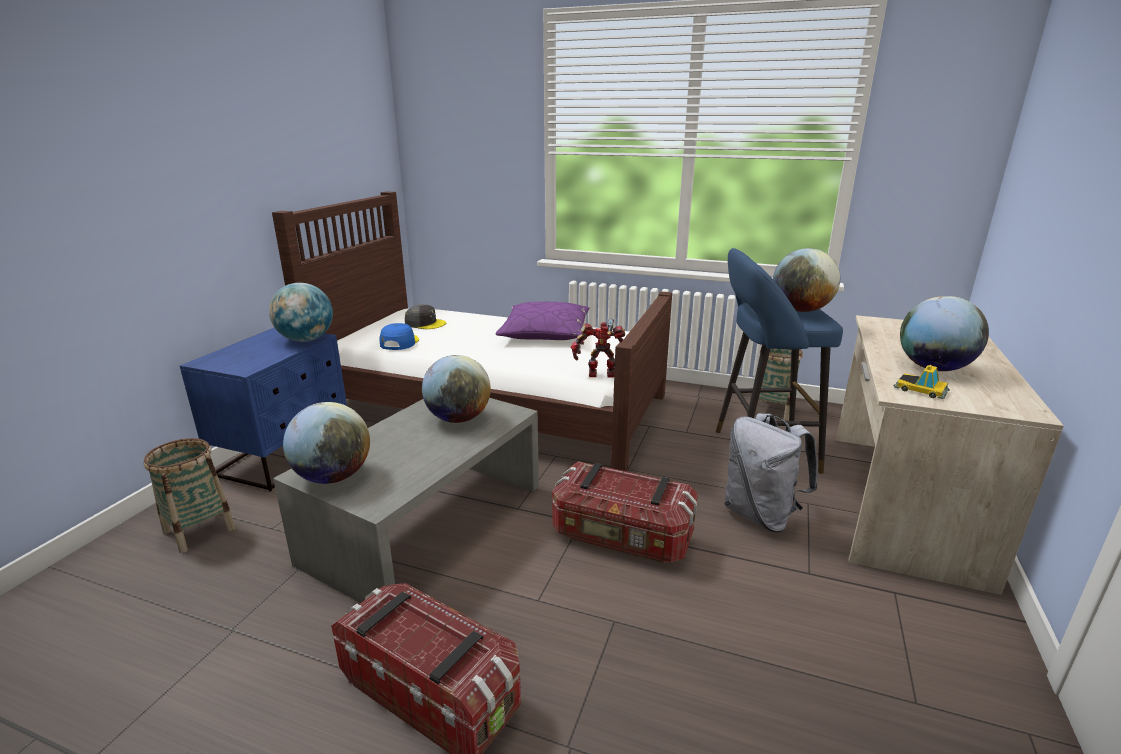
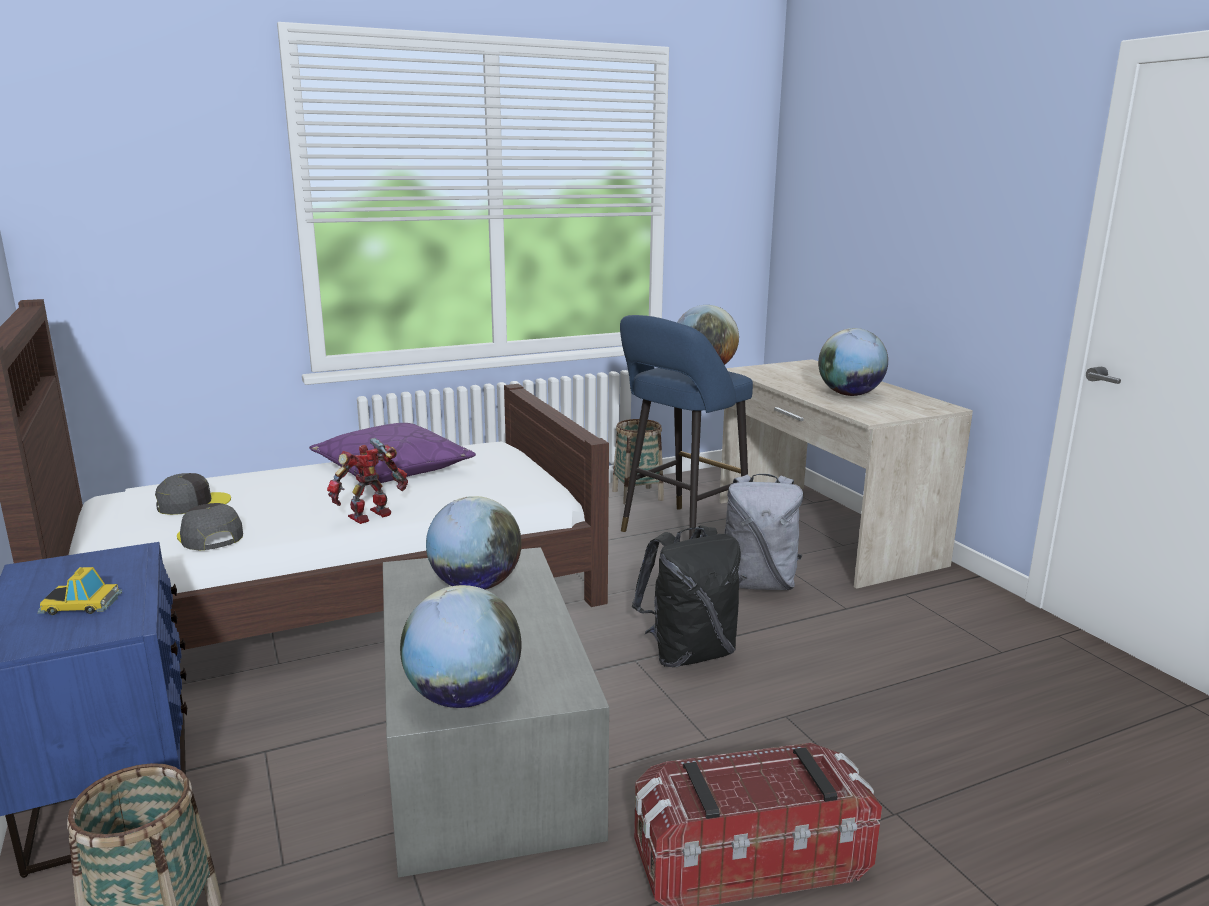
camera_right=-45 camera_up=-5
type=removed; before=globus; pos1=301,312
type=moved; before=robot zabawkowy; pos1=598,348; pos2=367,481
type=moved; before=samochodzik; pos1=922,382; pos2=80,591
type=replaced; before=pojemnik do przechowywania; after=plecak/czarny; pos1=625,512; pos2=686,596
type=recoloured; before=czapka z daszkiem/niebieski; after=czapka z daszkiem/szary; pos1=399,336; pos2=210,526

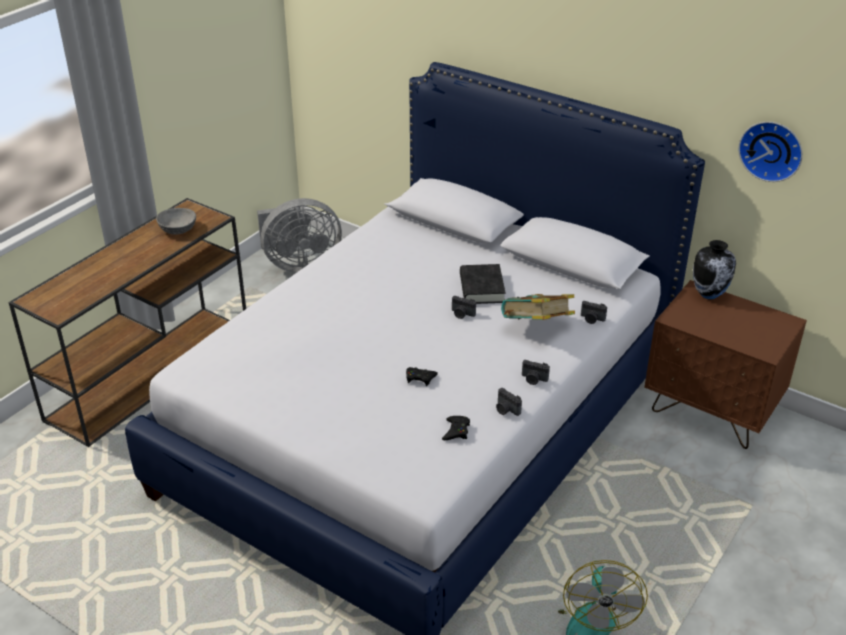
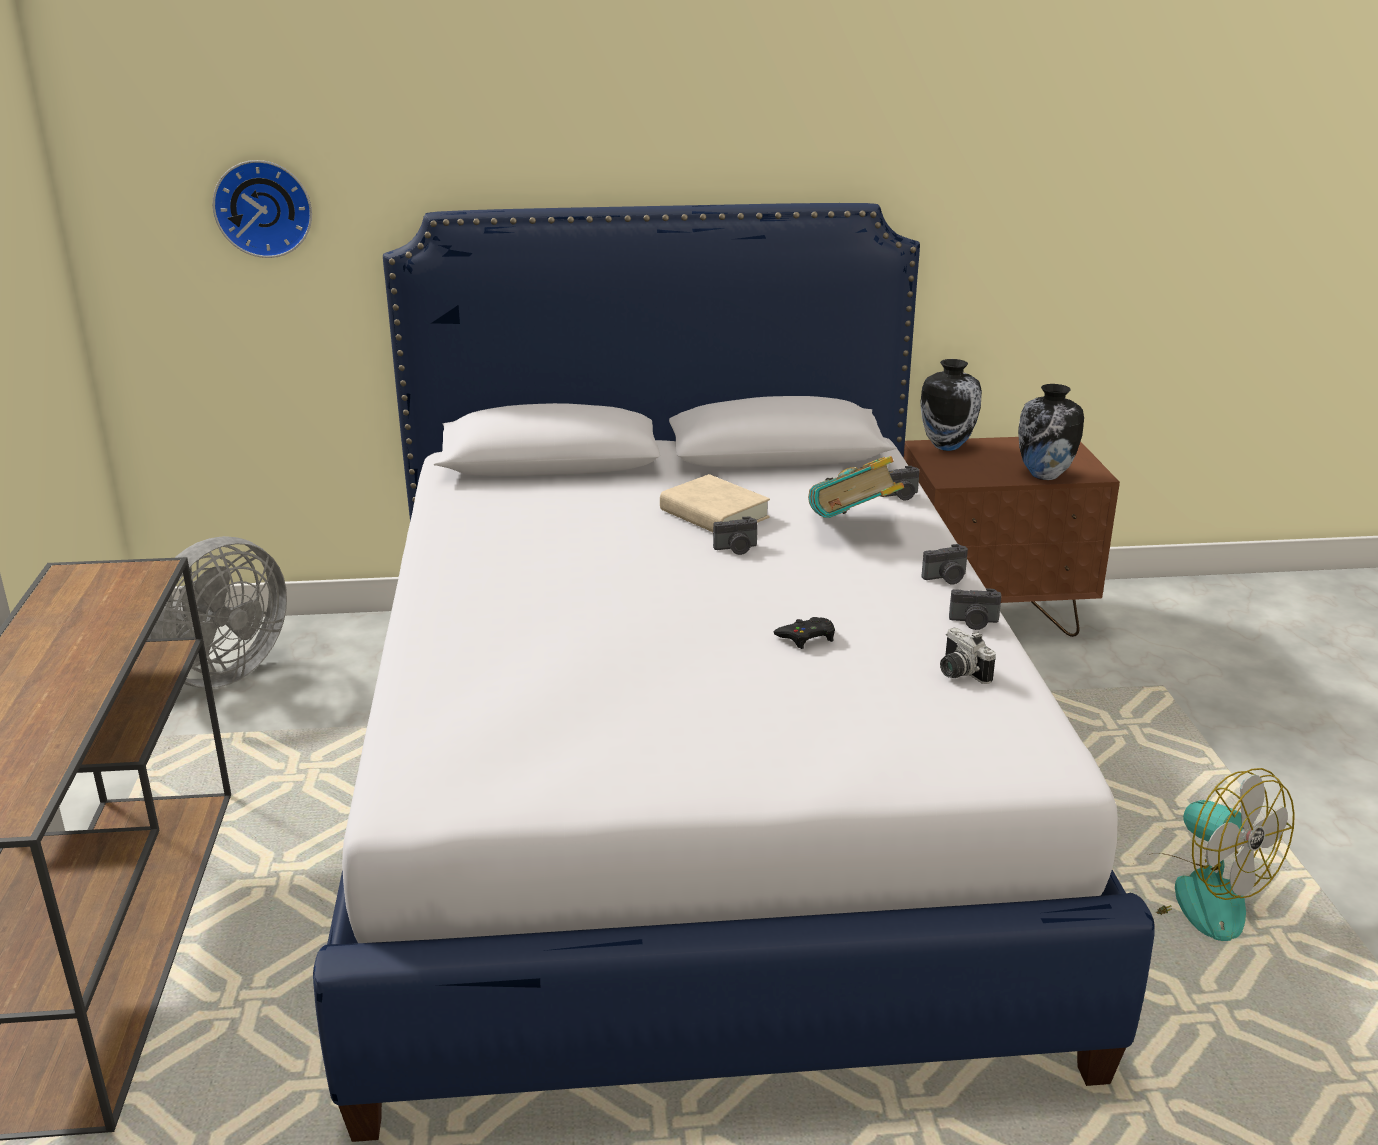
camera_right=-40 camera_up=-10
type=removed; before=miska/szary; pos1=176,221
type=added; after=wazon; pos2=1051,432
type=moved; before=zegar ścienny; pos1=770,152; pos2=262,209
type=replaced; before=pad do gier/czarny; after=aparat fotograficzny; pos1=456,428; pos2=968,656
type=recoloured; before=książka/czarny; after=książka/beżowy; pos1=483,284; pos2=715,503

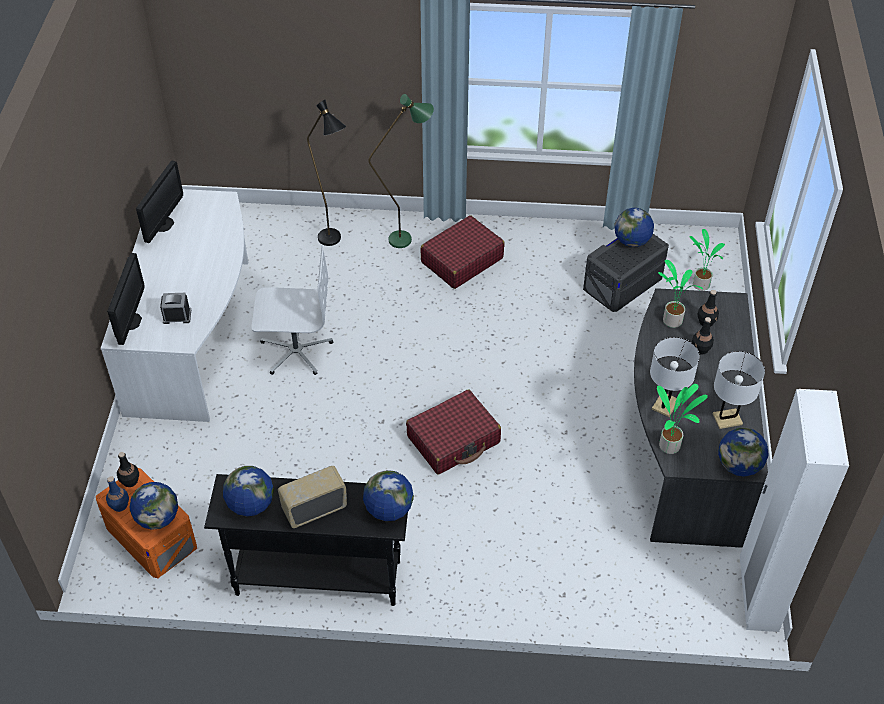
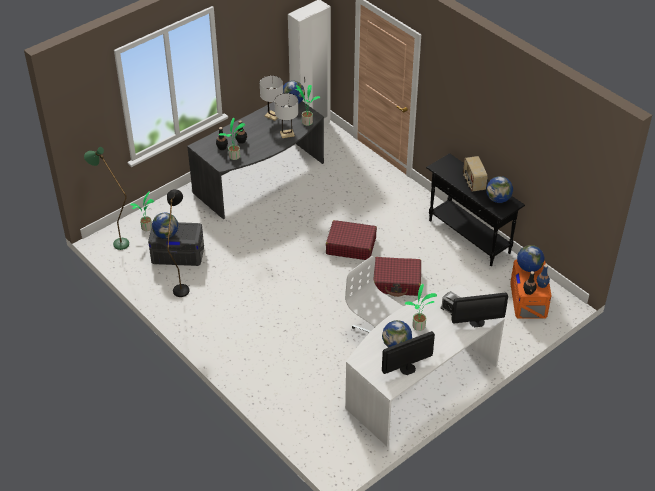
camera_right=-135 camera_up=-5
type=added; after=roślina doniczkowa; pos2=420,307
type=moved; before=lampa stojąca/czarny; pos1=326,173; pos2=178,243
type=moved; before=globus; pos1=388,495; pos2=397,333
type=moved; before=lampa stojąca/zielony; pos1=401,171; pos2=106,198
type=moved; before=walizka/czerwony; pos1=462,252; pos2=397,277
type=turned; before=monitor; pos1=126,299; pos2=480,310; turn=-150
type=turned; before=radio; pos1=312,497; pos2=475,174; turn=60

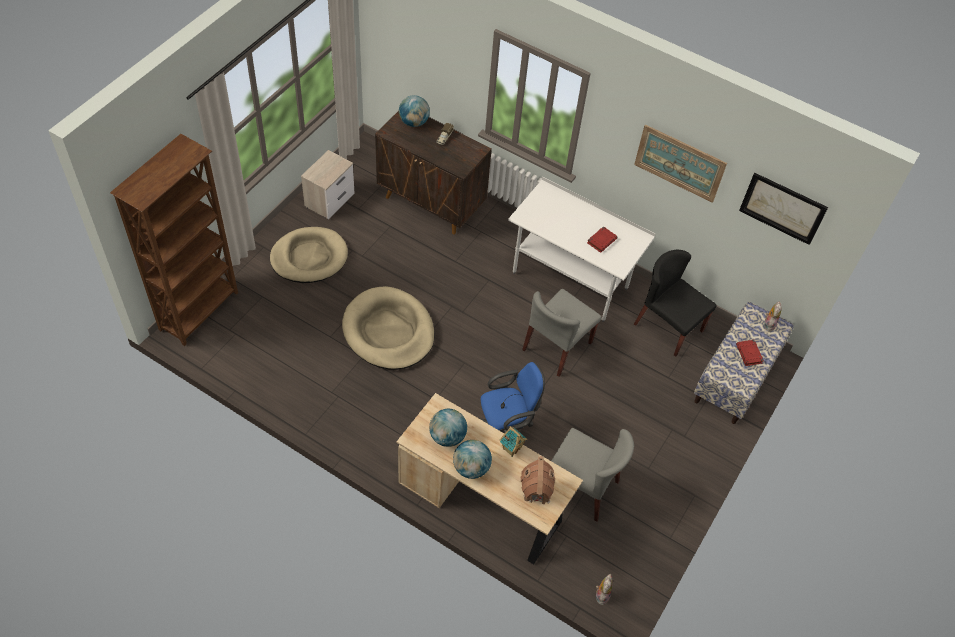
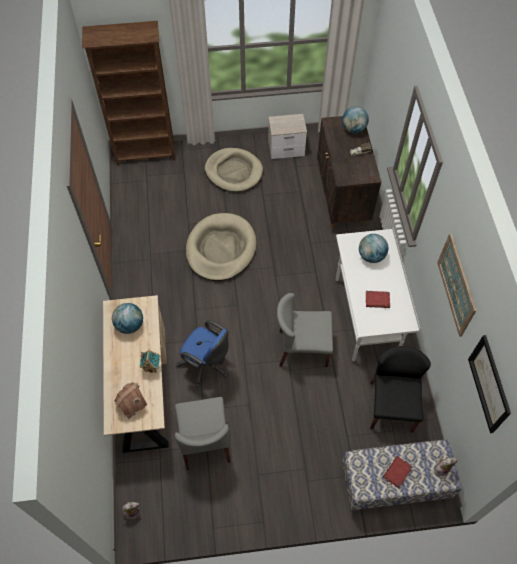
camera_right=55 camera_up=5
type=moved; before=globus; pos1=472,459; pos2=373,248

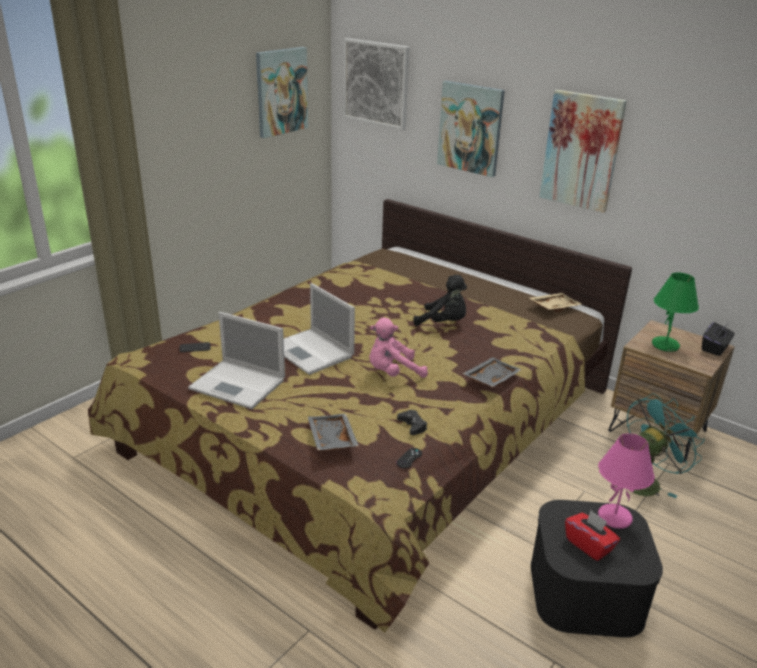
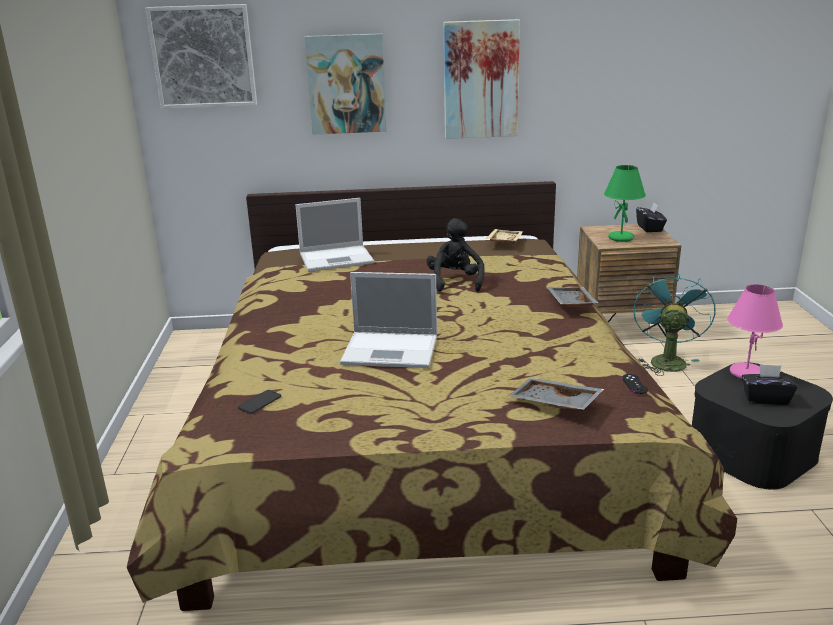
camera_right=-40 camera_up=-5
type=removed; before=obraz; pos1=282,92
type=removed; before=pluszak/różowy; pos1=398,348
type=removed; before=pad do gier/czarny; pos1=412,422
type=moved; before=laptop; pos1=236,360; pos2=335,234
type=recoloured; before=pudełko chusteczek/czerwony; after=pudełko chusteczek/czarny; pos1=592,535; pos2=770,384
type=turned; before=pluszak/czarny; pos1=440,300; pos2=456,254; turn=-75

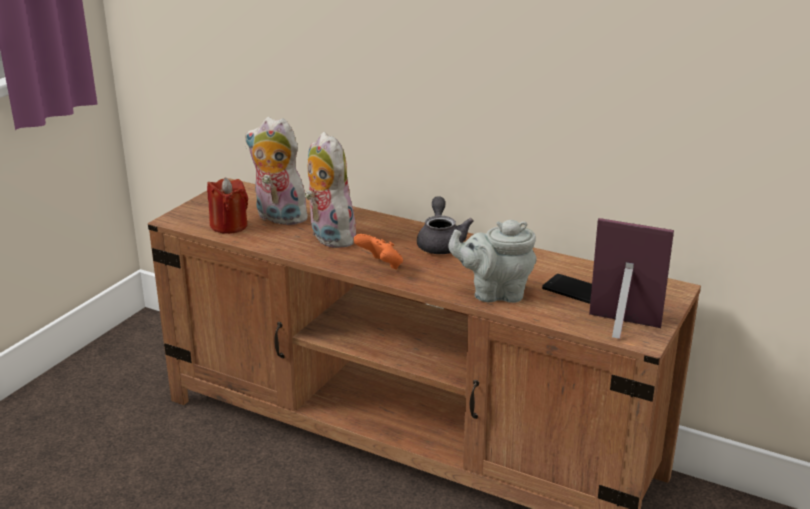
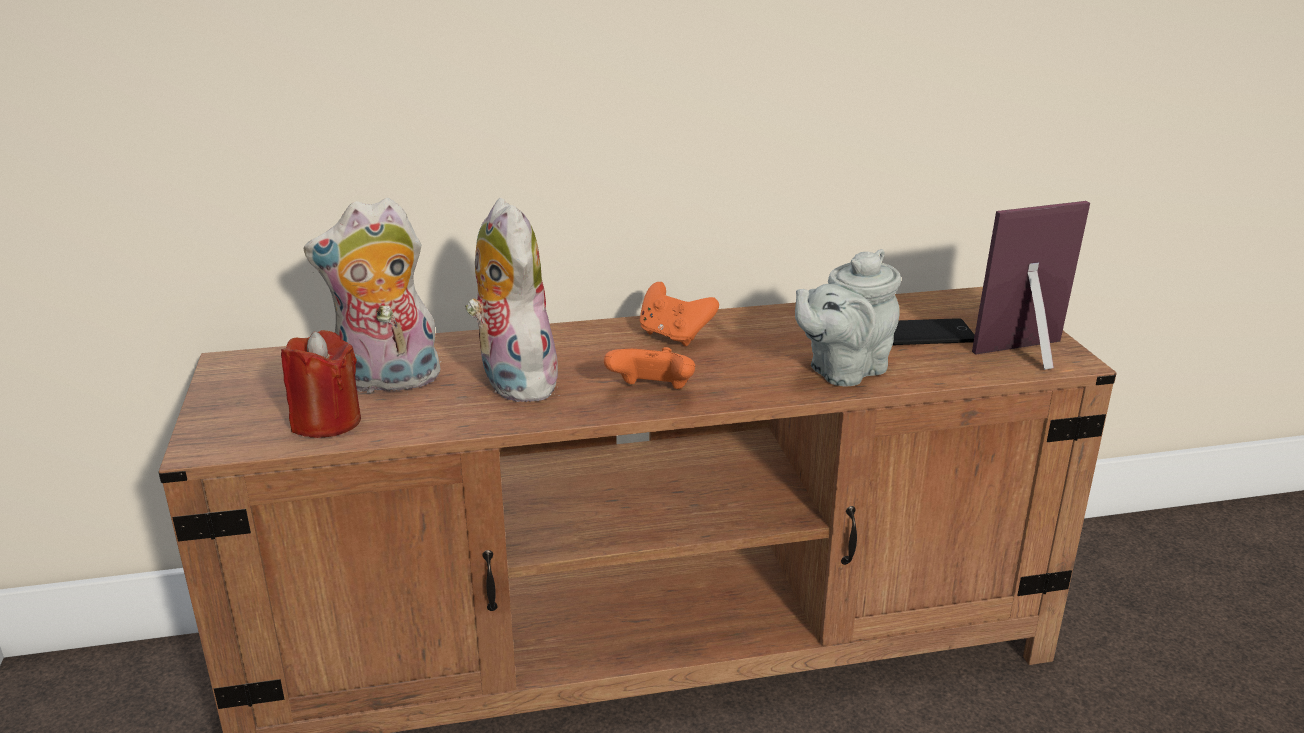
camera_right=-40 camera_up=0
type=replaced; before=imbryk/szary; after=pad do gier/pomarańczowy; pos1=445,225; pos2=679,314
type=turned; before=pluszak; pos1=330,190; pos2=513,300; turn=45

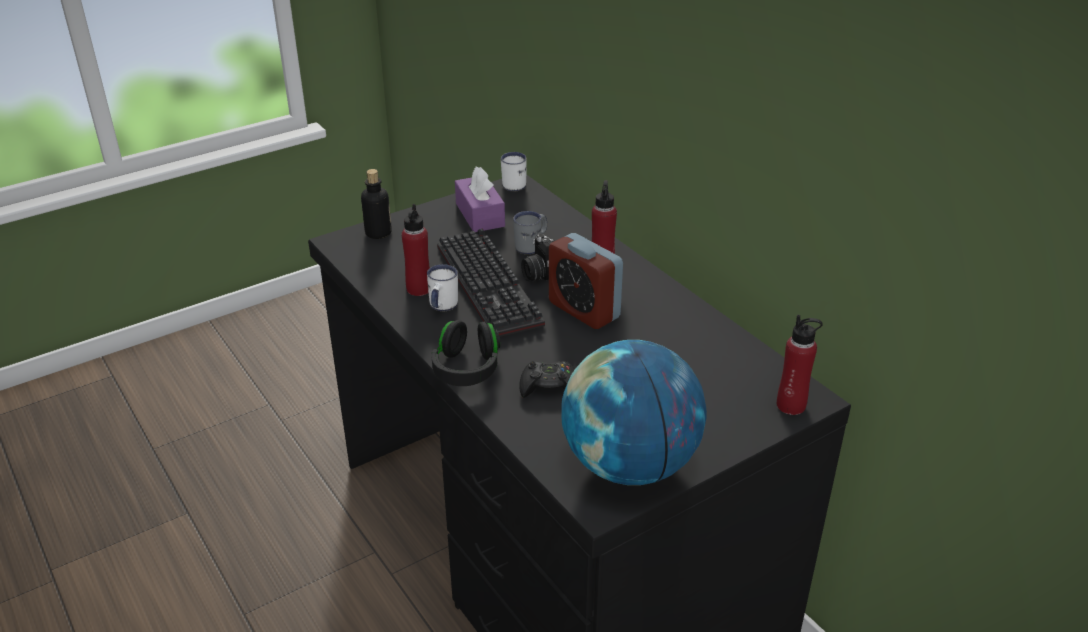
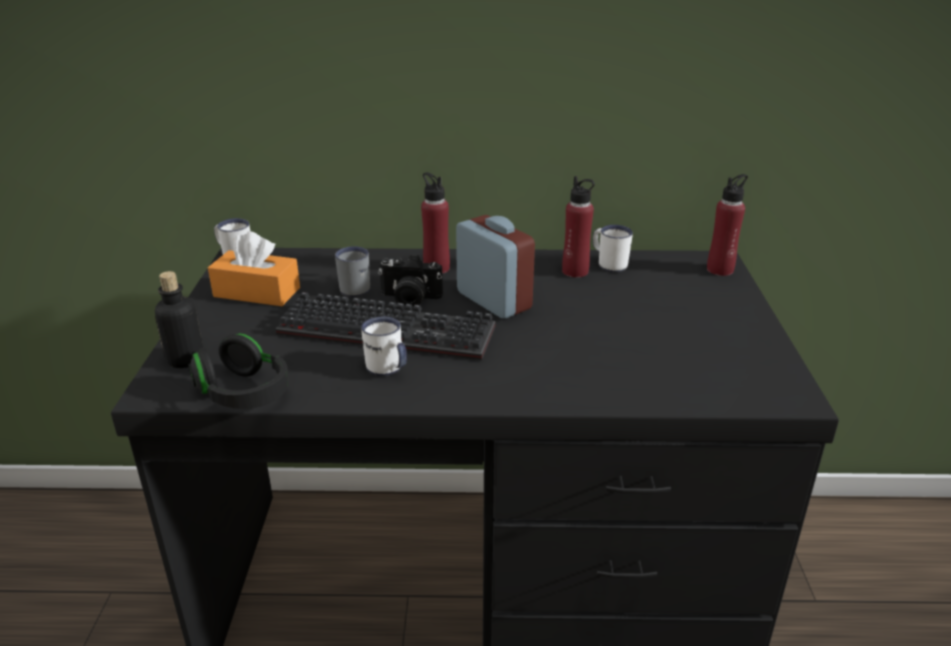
camera_right=-55 camera_up=-5
type=removed; before=pad do gier/czarny; pos1=547,379
type=removed; before=globus; pos1=634,412
type=added; after=kubek/biały; pos2=613,248
type=moved; before=butelka/czerwony; pos1=416,250; pos2=578,227
type=moved; before=słuchawki/czarny; pos1=466,353; pos2=238,371
type=recoloured; before=pudełko chusteczek/fioletowy; after=pudełko chusteczek/pomarańczowy; pos1=480,199; pos2=254,268
type=turned; before=budzik; pos1=586,281; pos2=495,267; turn=-120

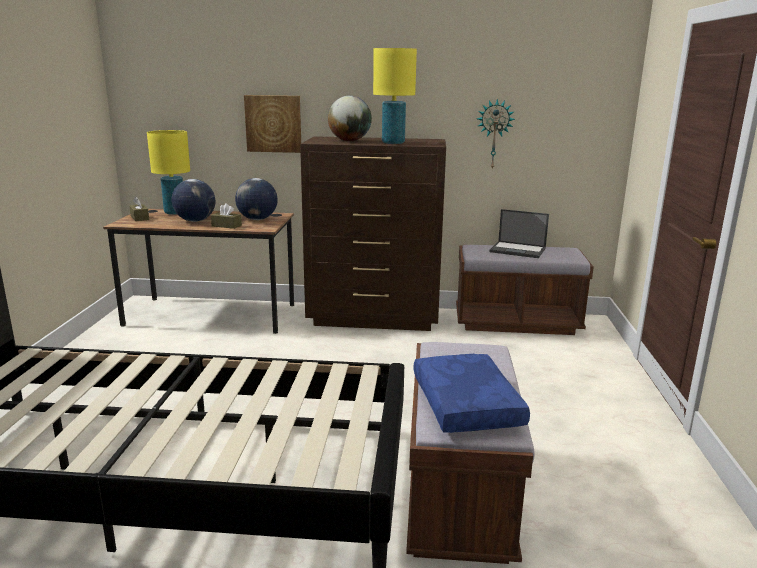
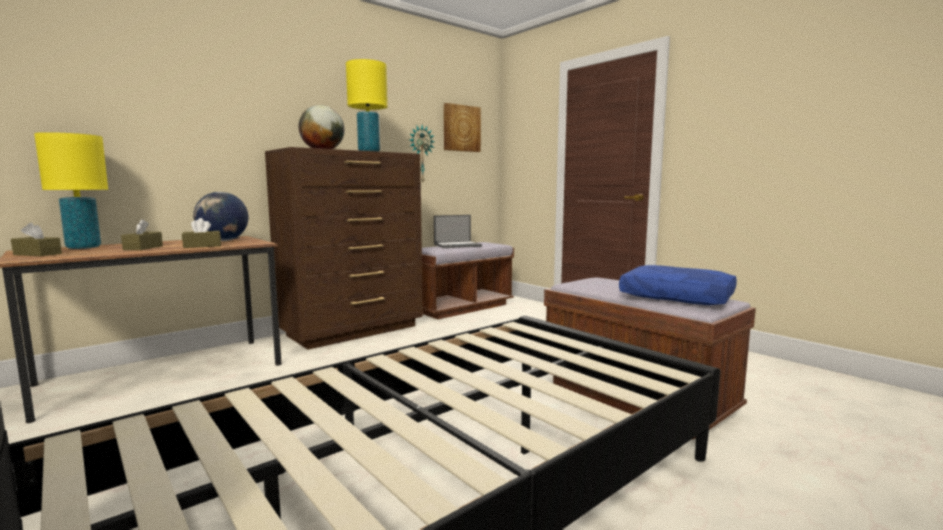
camera_right=-45 camera_up=-10
type=moved; before=obraz; pos1=272,124; pos2=462,127
type=replaced; before=globus; after=pudełko chusteczek/brązowy; pos1=193,200; pos2=142,234

